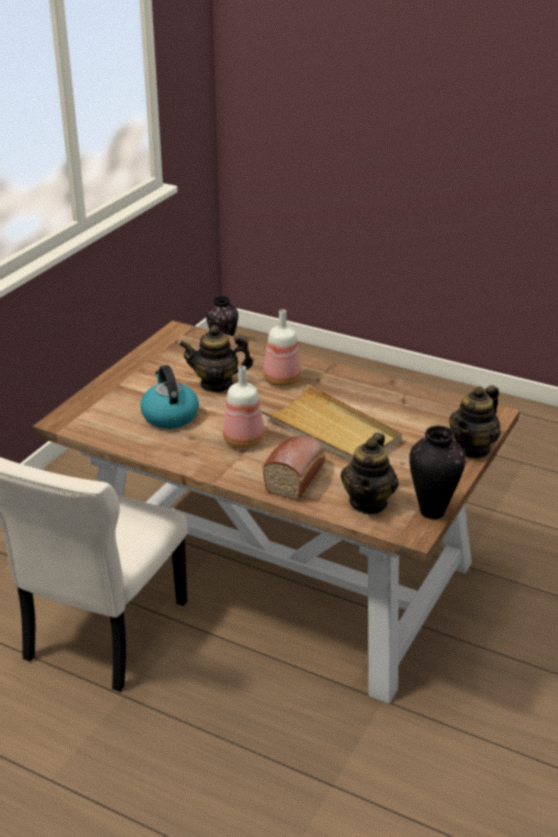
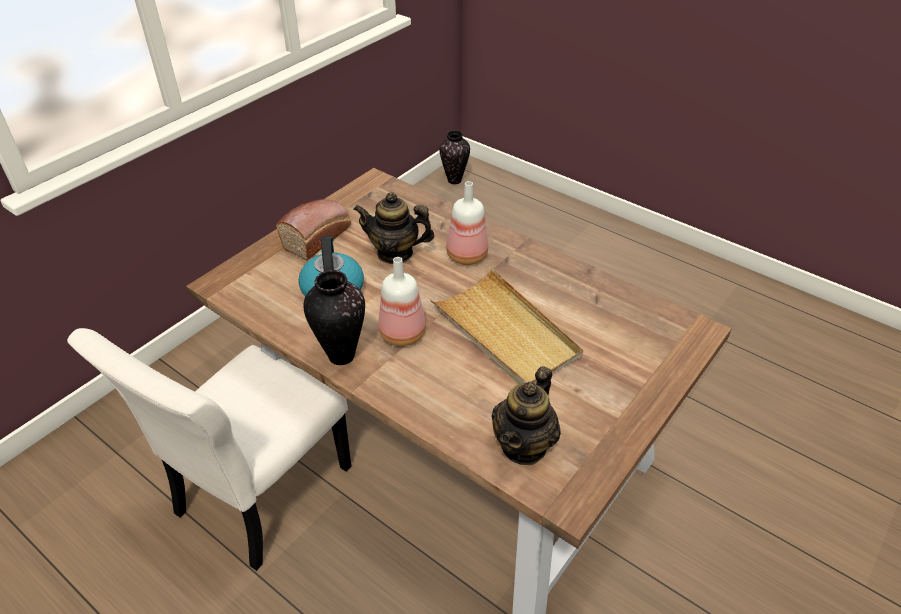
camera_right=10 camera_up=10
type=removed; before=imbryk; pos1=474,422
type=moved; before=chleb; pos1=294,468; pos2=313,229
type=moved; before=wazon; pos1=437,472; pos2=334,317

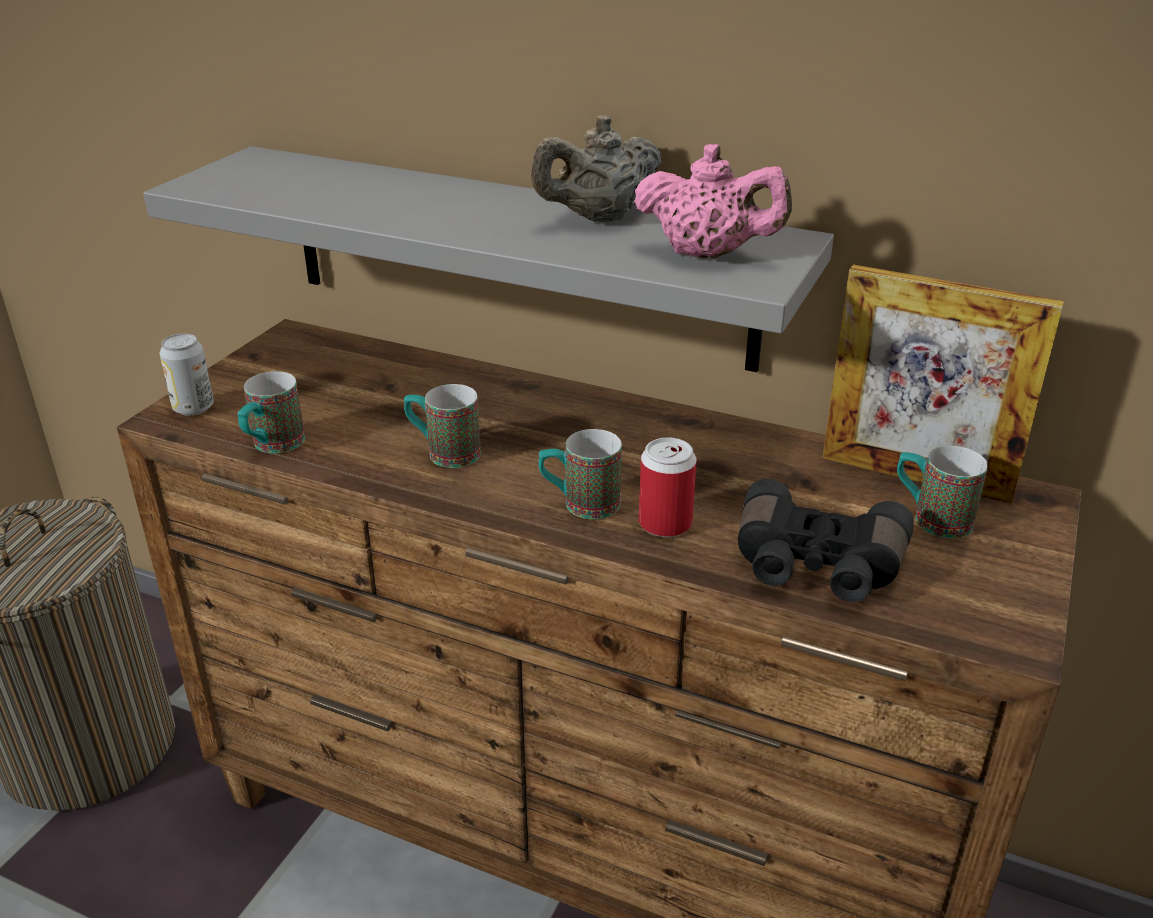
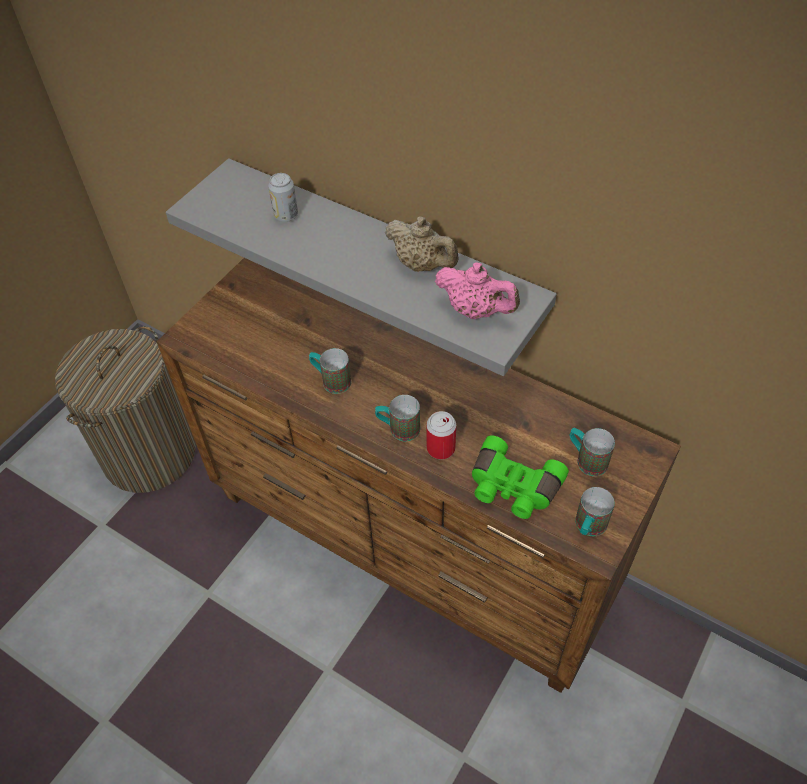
camera_right=10 camera_up=20
type=removed; before=ramka na zdjęcie; pos1=943,384
type=moved; before=puszka; pos1=187,374; pos2=283,197
type=moved; before=kubek; pos1=271,412; pos2=595,511
type=recoloured; before=lornetka/czarny; after=lornetka/zielony; pos1=826,540; pos2=520,477
type=turned; before=imbryk/beżowy; pos1=596,168; pos2=422,244; turn=-120

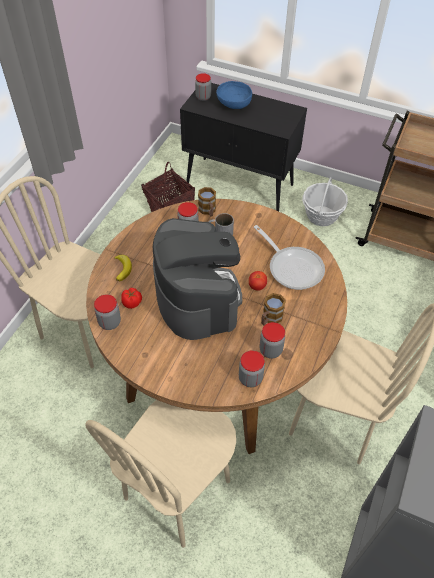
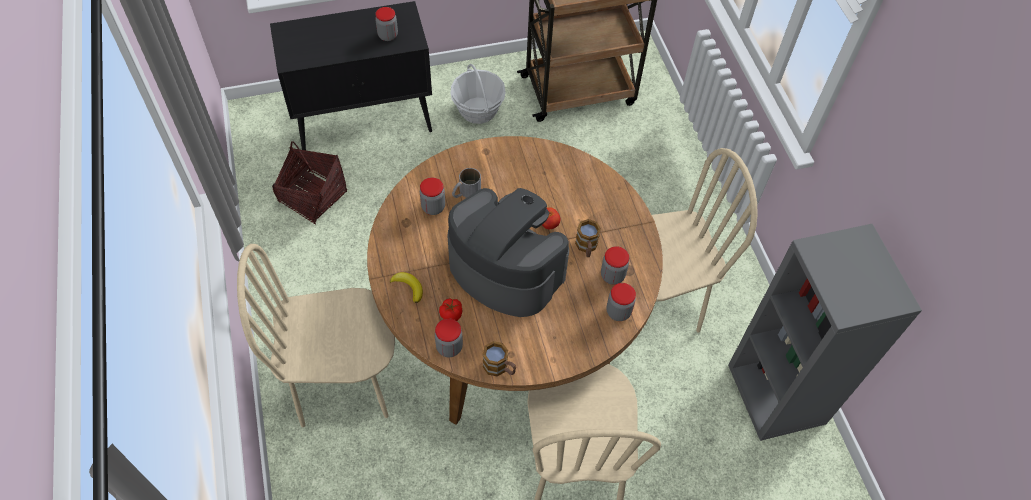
camera_right=-40 camera_up=5
type=removed; before=miska/niebieski; pos1=234,95
type=removed; before=patelnia; pos1=289,257
type=moved; before=słoik; pos1=203,87; pos2=386,24
type=moved; before=kubek; pos1=207,202; pos2=499,358

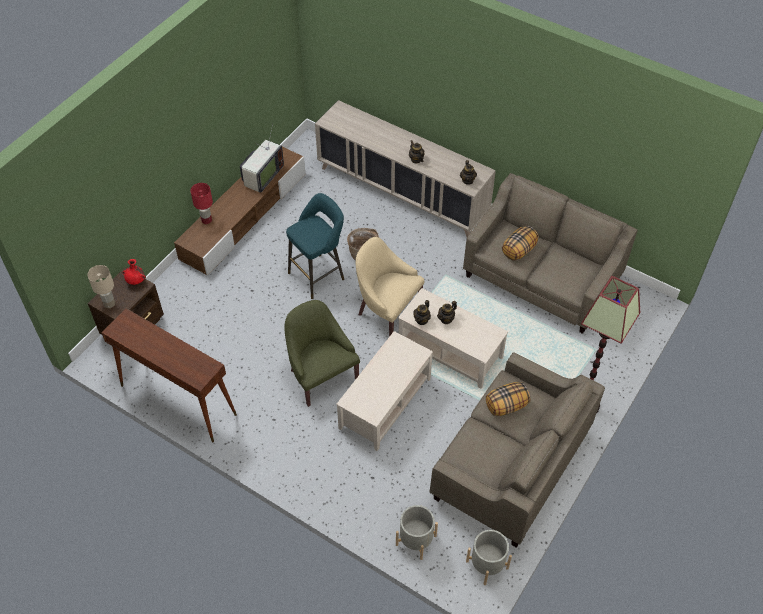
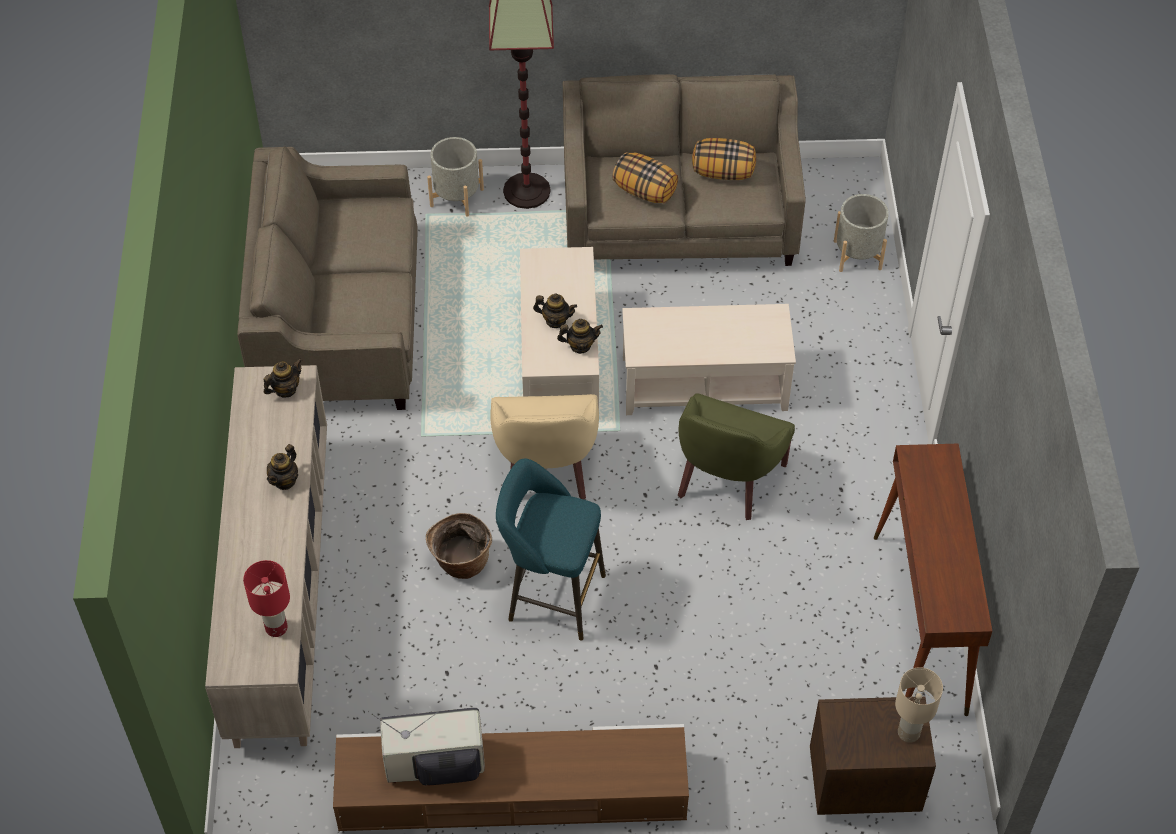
camera_right=-125 camera_up=0
type=removed; before=wazon/czerwony; pos1=134,272
type=moved; before=lampa stołowa/czerwony; pos1=201,203; pos2=266,598
type=moved; before=donica/szary; pos1=489,557; pos2=455,177
type=moved; before=poduszka; pos1=520,243; pos2=724,159

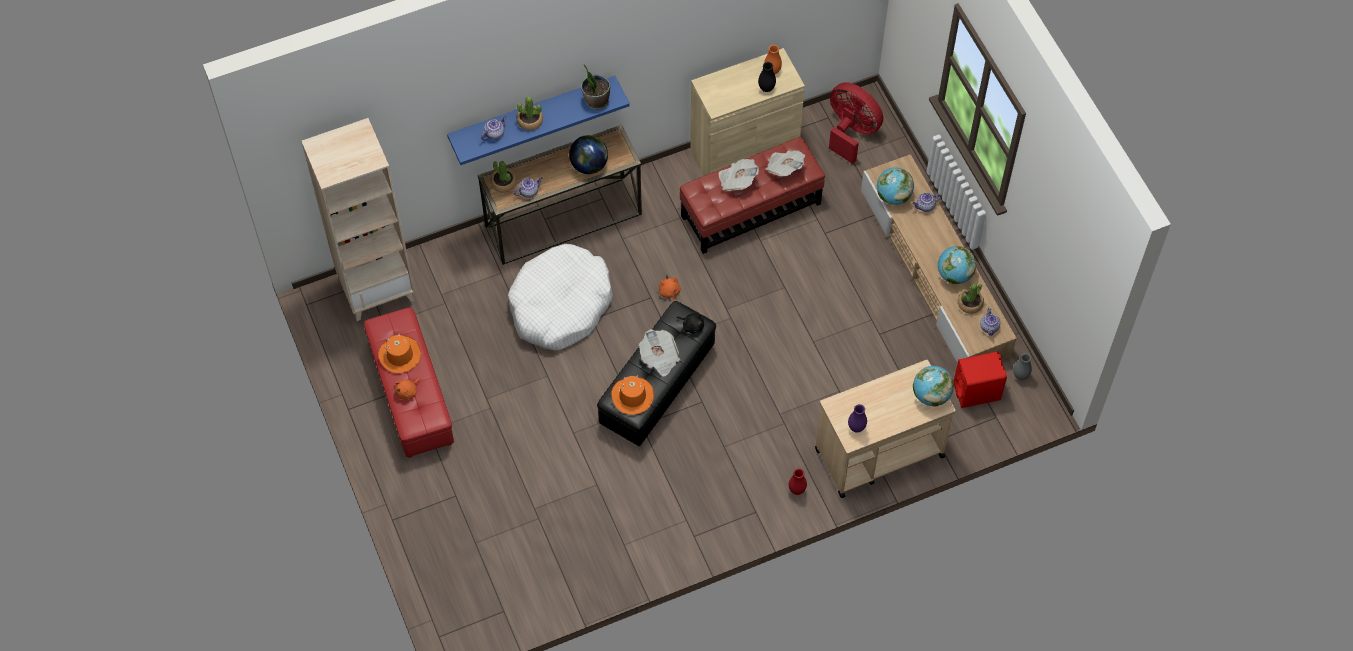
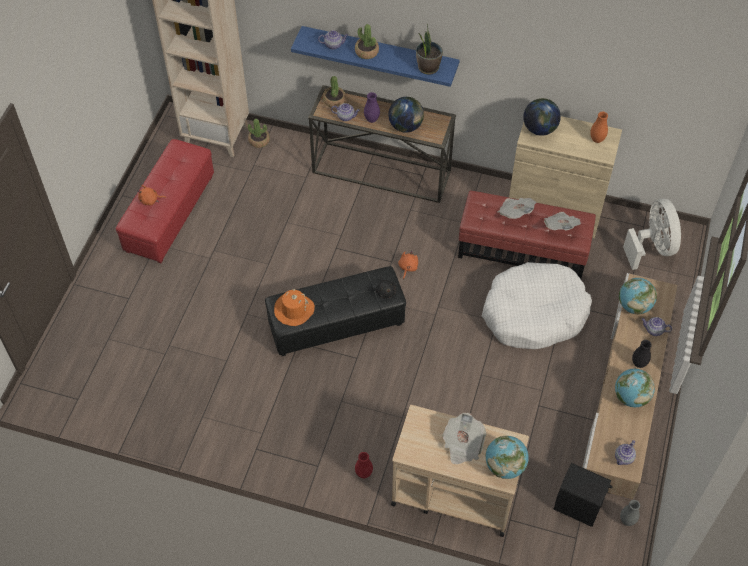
camera_right=40 camera_up=-5
type=removed; before=kapelusz/pomarańczowy; pos1=399,353
type=added; after=globus; pos2=542,117
type=moved; before=legowisko/biały; pos1=560,297; pos2=537,305
type=moved; before=gazeta; pos1=659,352; pos2=464,438
type=moved; before=wazon/czarny; pos1=767,77; pos2=642,354
type=moved; before=wazon/fioletowy; pos1=857,418; pos2=372,107
type=moved; before=roślina doniczkowa; pos1=971,299; pos2=259,133
type=recoloured; before=wentylator/czerwony; after=wentylator/biały; pos1=856,123; pos2=652,234
type=recoloured; before=głośnik/czerwony; after=głośnik/czarny; pos1=980,379; pos2=583,495

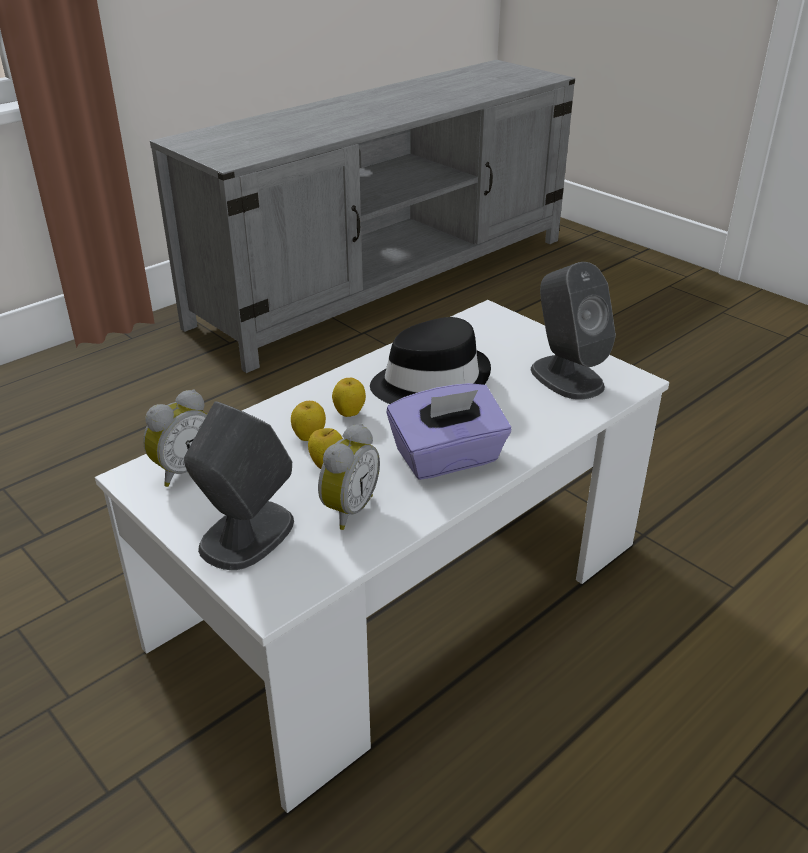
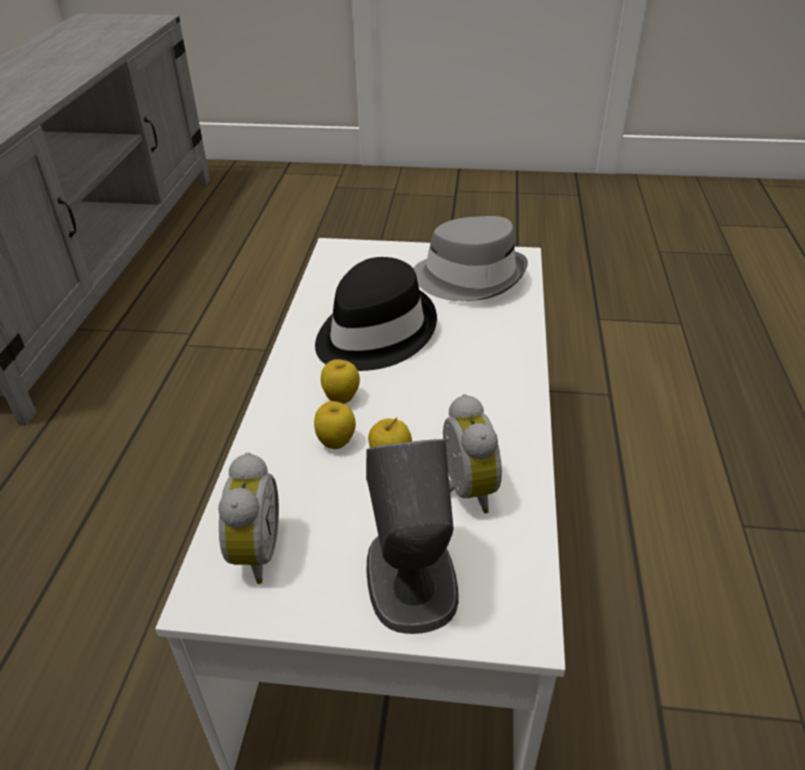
camera_right=-40 camera_up=5
type=removed; before=pudełko chusteczek/fioletowy; pos1=448,431
type=replaced; before=głośnik/szary; after=kapelusz/szary; pos1=573,331; pos2=470,258

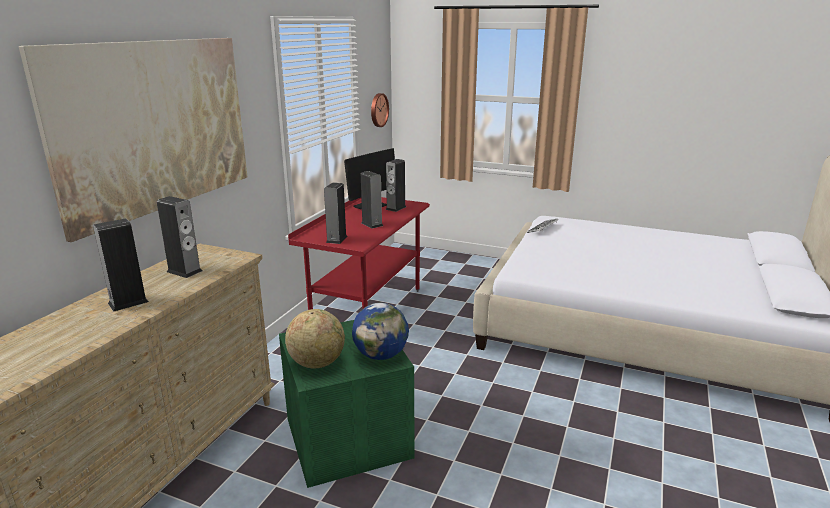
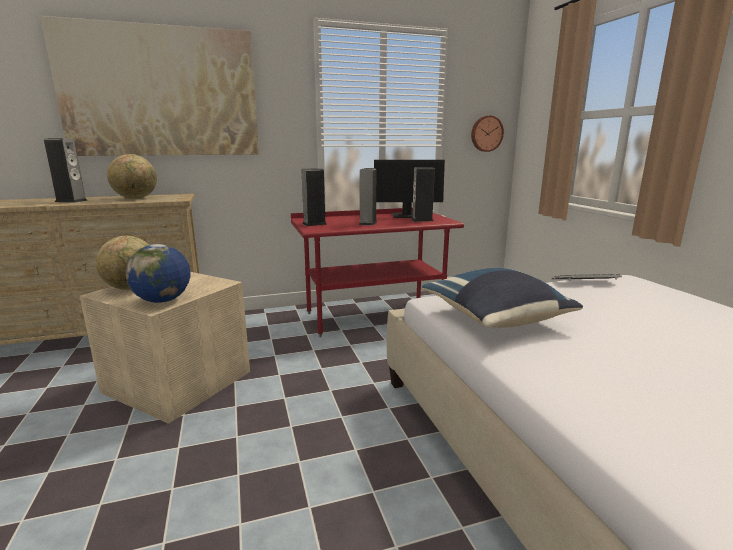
camera_right=50 camera_up=-5
type=added; after=poduszka/niebieski; pos2=502,298
type=replaced; before=głośnik; after=globus; pos1=179,237; pos2=132,176
type=recoloured; before=pojemnik do przechowywania/zielony; after=pojemnik do przechowywania/beżowy; pos1=346,404; pos2=165,348

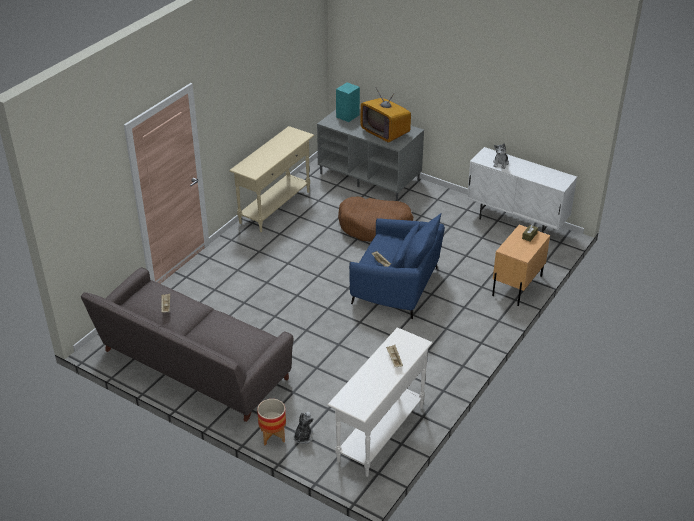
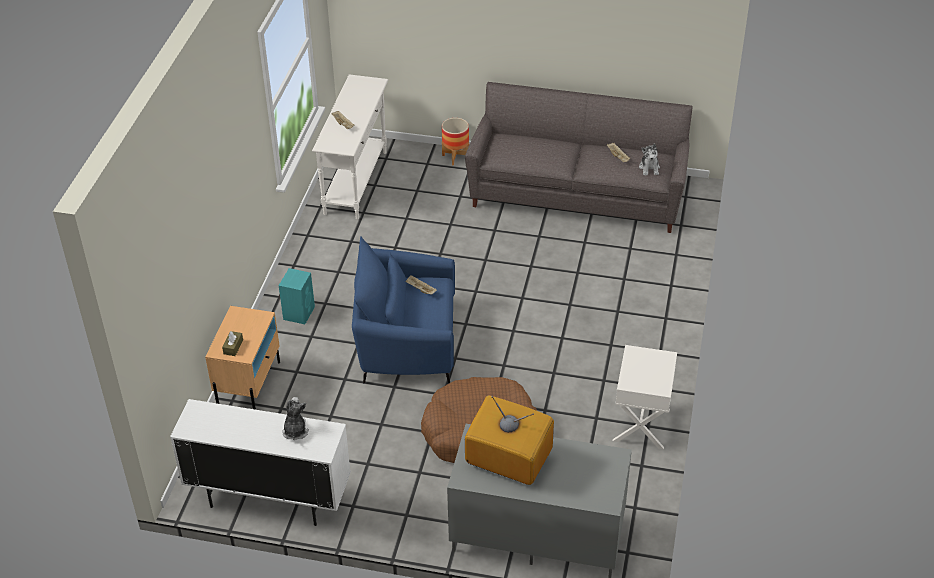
camera_right=160 camera_up=5
type=moved; before=pluszak; pos1=303,428; pos2=649,159
type=moved; before=głośnik/turkusowy; pos1=348,102; pos2=297,296
type=replaced; before=stolik konsolowy/beżowy; after=szafka nocna/biały; pos1=271,179; pos2=645,397

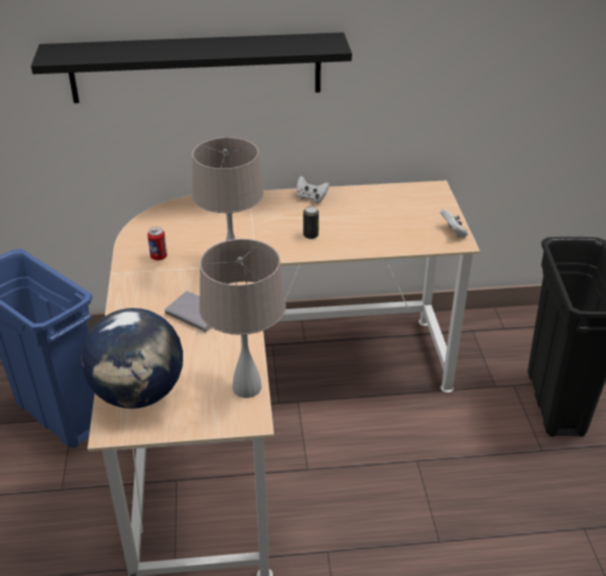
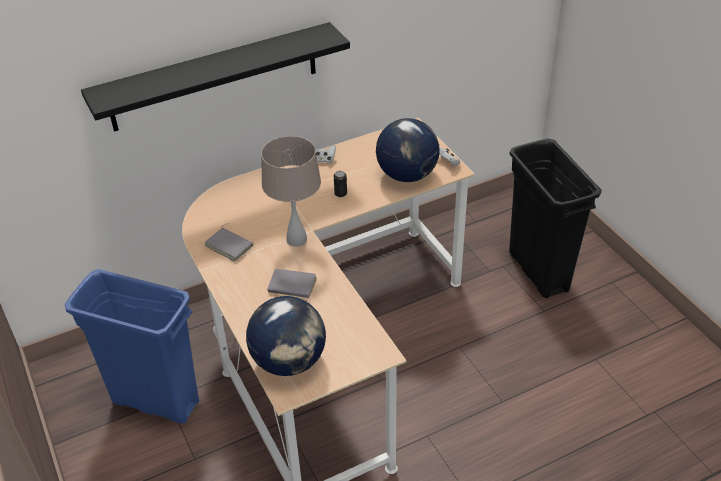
camera_right=-20 camera_up=5
type=removed; before=lampa stołowa/beżowy; pos1=242,318
type=added; after=globus; pos2=408,150
type=replaced; before=puszka; after=książka/szary; pos1=157,243; pos2=228,242

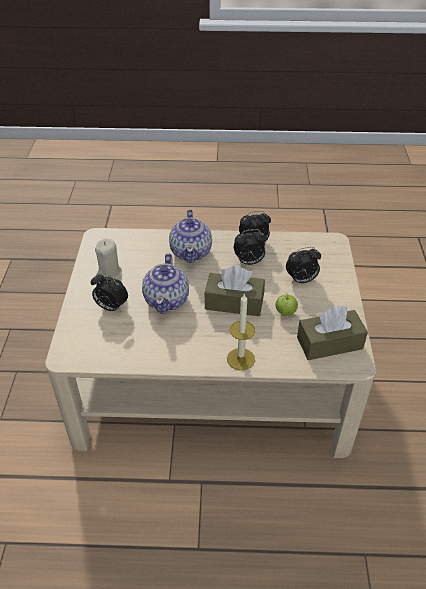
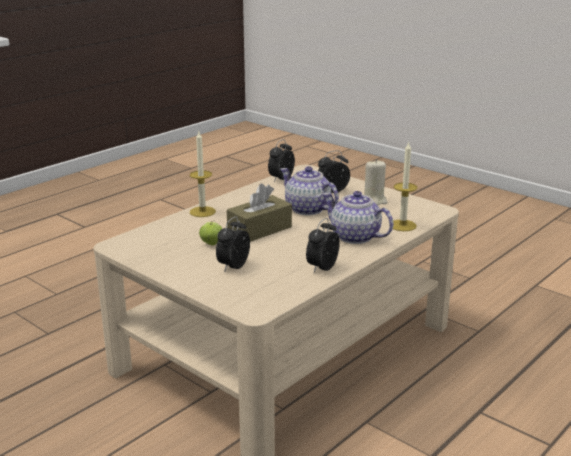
camera_right=130 camera_up=-20
type=removed; before=pudełko chusteczek/brązowy; pos1=332,333
type=added; after=świeca; pos2=405,186
type=moved; before=budzik; pos1=250,247; pos2=281,161

